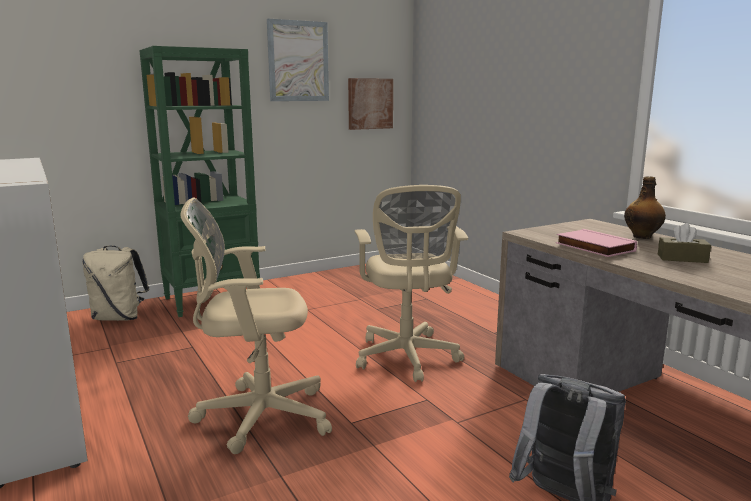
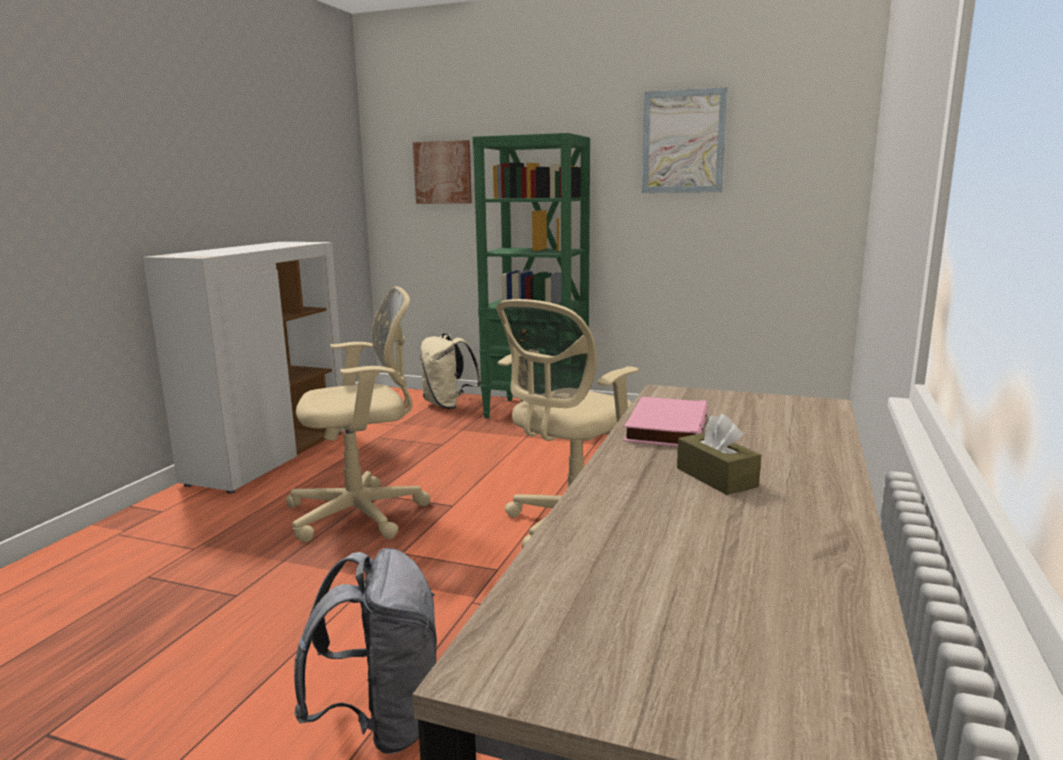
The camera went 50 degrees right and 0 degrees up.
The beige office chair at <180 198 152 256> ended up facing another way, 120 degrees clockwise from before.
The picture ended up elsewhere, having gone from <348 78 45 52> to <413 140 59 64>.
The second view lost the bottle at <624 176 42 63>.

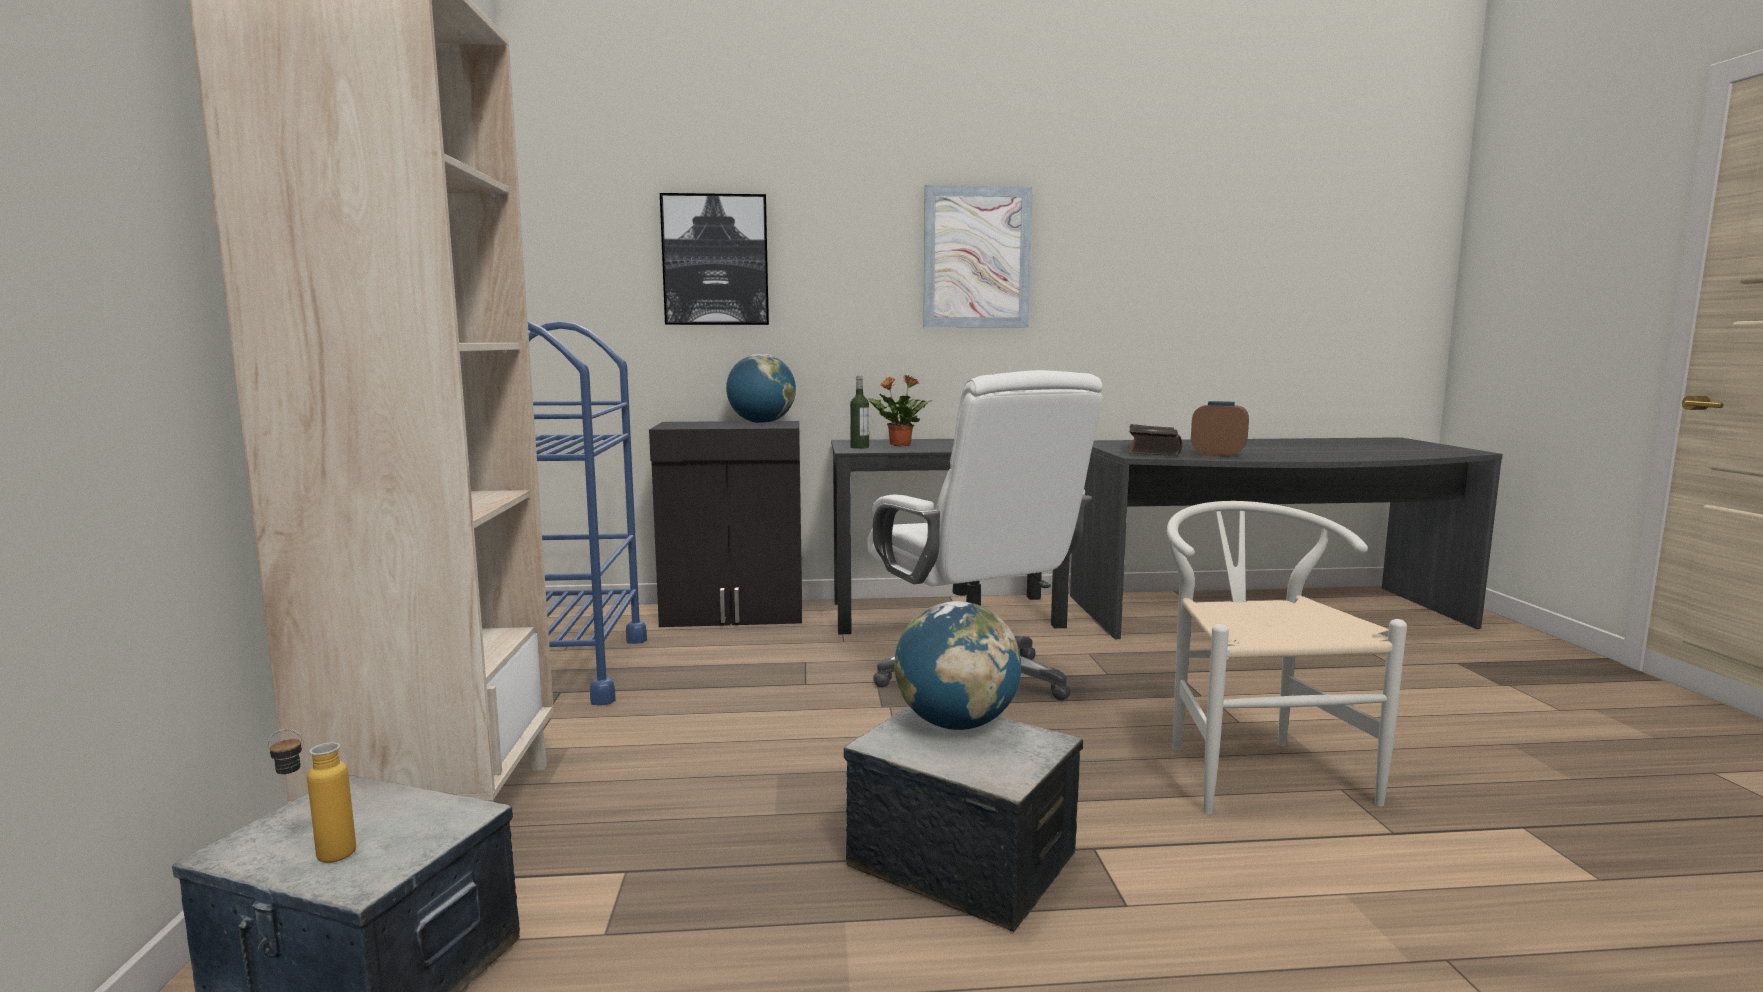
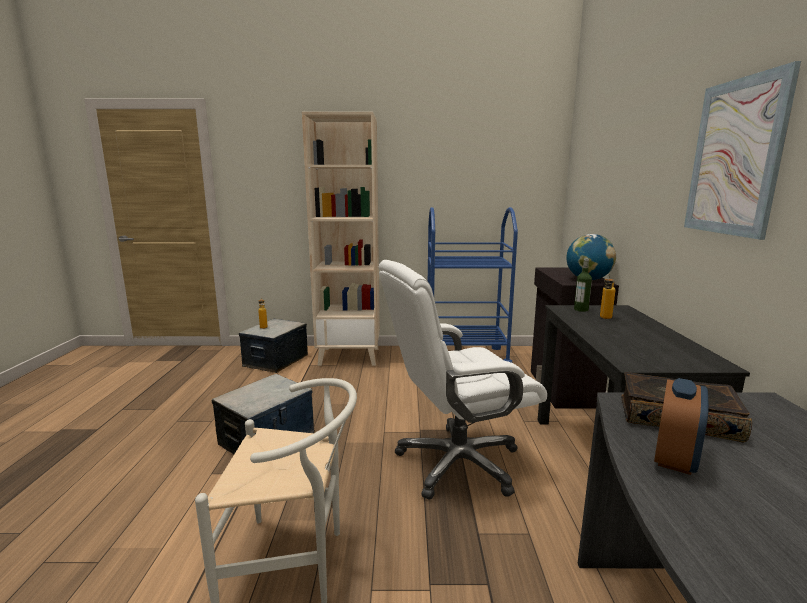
The camera went 95 degrees right and 5 degrees up.
The second view lost the picture at <660 193 109 132>.
Where the potted plant stood at <868 375 64 71>, the bottle came to stand at <600 274 15 45>.
The second view lost the globe at <894 601 127 129>.

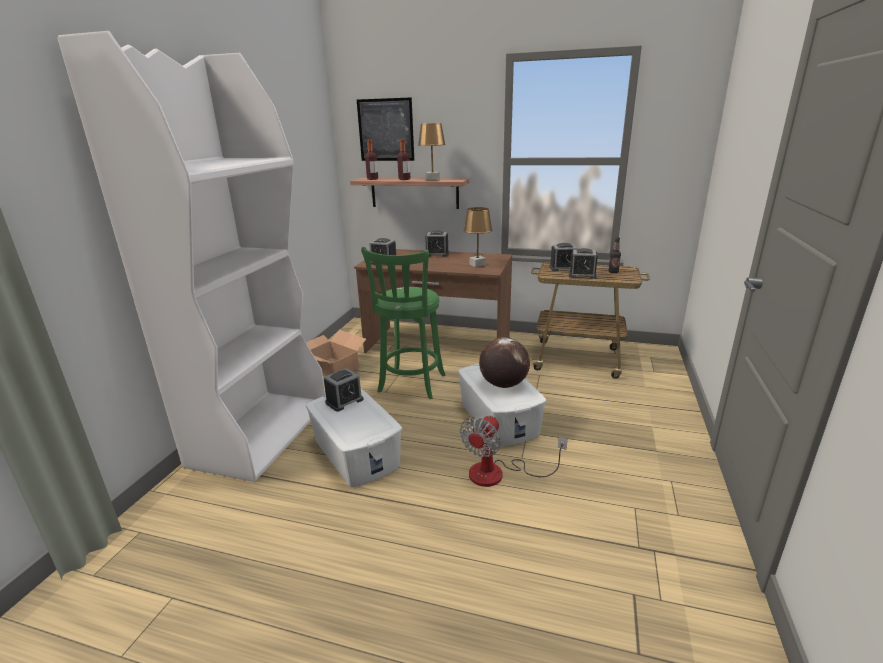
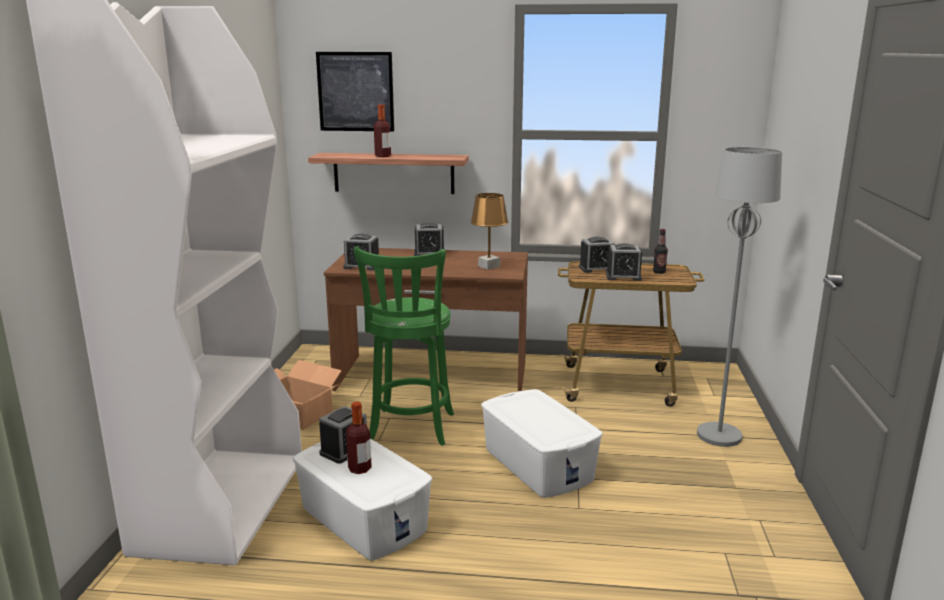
The camera went 10 degrees left and 5 degrees down.
The bottle ended up elsewhere, having gone from <365 140 13 40> to <346 402 26 72>.
The second view lost the brown table lamp at <418 123 27 58>.
The second view lost the fan at <460 415 107 72>.
The second view lost the globe at <479 337 51 51>.
The second view gained the grey floor lamp at <697 147 85 300>.

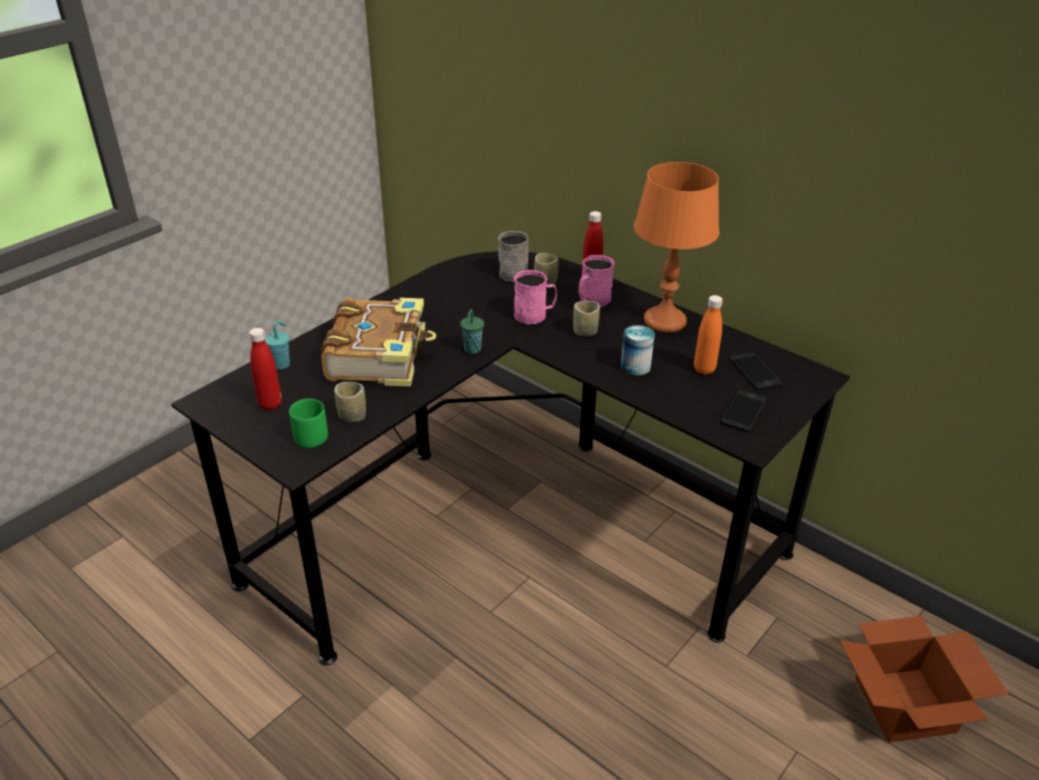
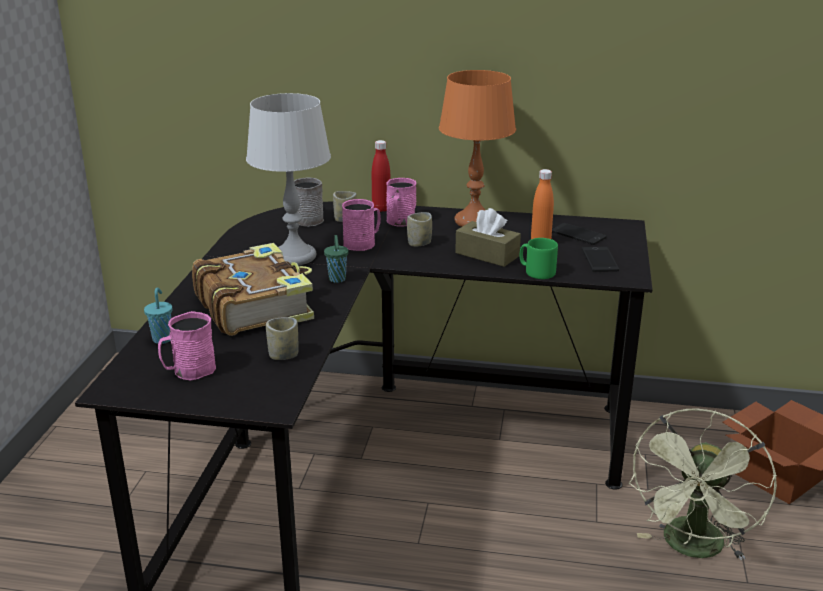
The camera went 30 degrees left and 10 degrees down.
Where the red bottle stood at <249 328 33 82>, the pink mug came to stand at <158 311 58 69>.
The green mug ended up elsewhere, having gone from <289 399 39 49> to <520 238 38 41>.
Where the can stood at <621 325 34 50>, the brown tissue box came to stand at <455 208 66 59>.
The second view gained the grey table lamp at <246 93 85 172>.
The second view gained the green fan at <629 408 148 152>.

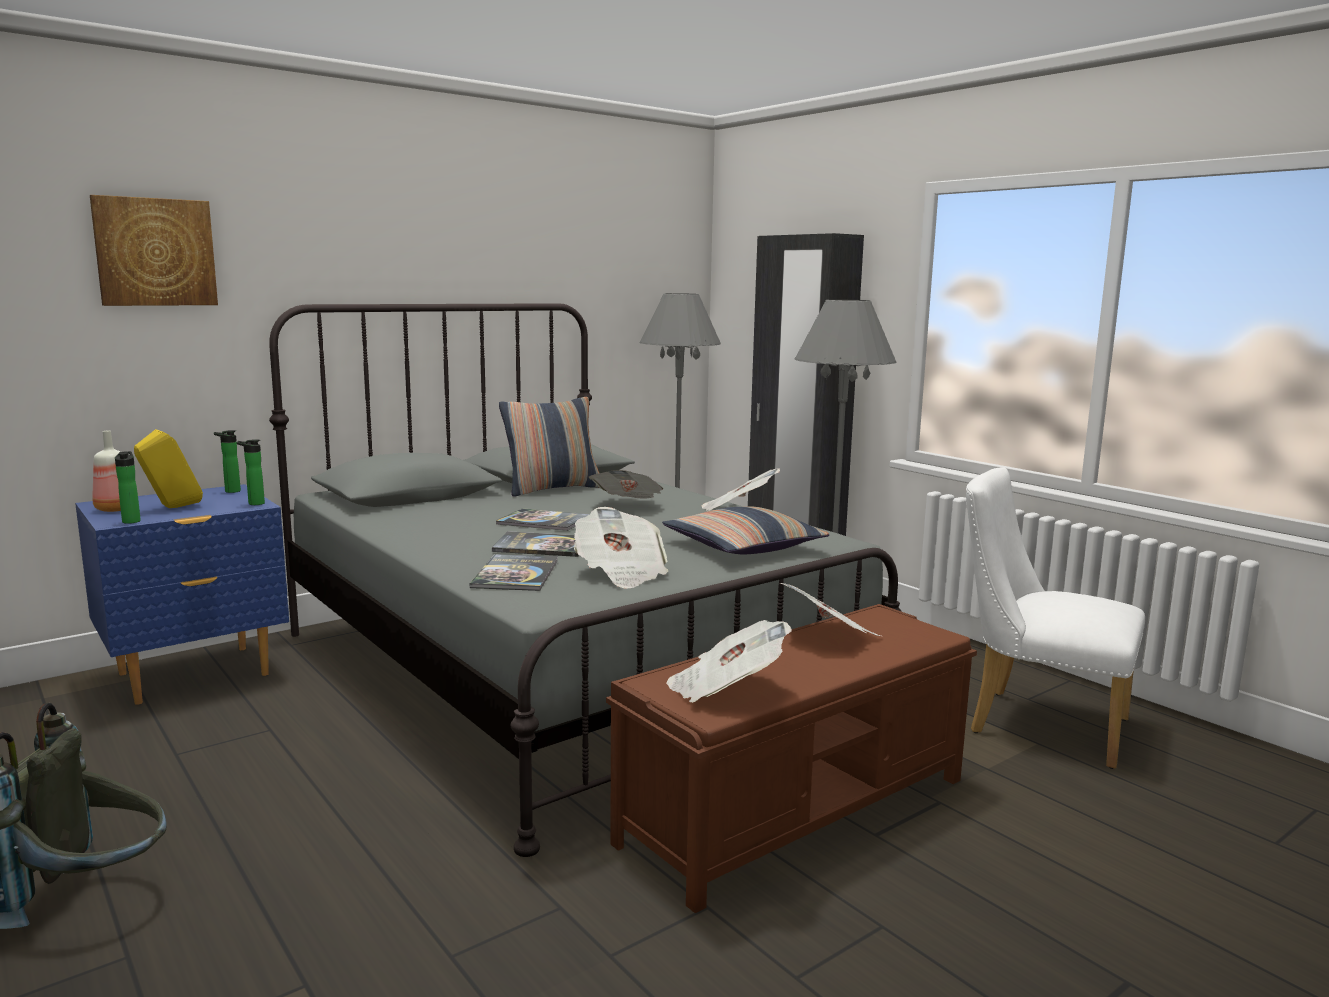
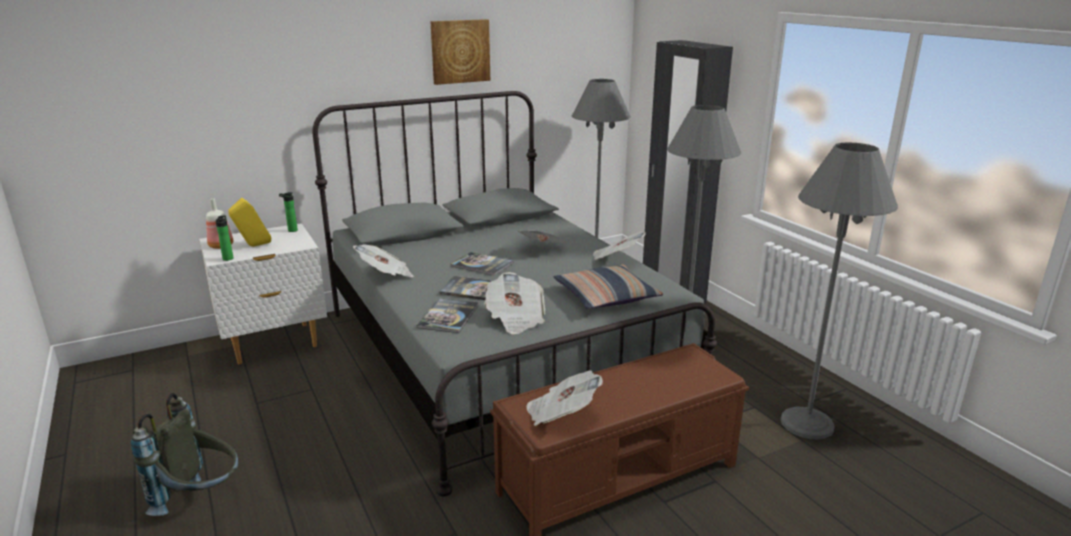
The camera went 10 degrees right and 10 degrees up.
What was the blue nightstand at <75 484 214 221> turned into the white nightstand at <199 223 128 141>.
The picture ended up elsewhere, having gone from <90 195 128 111> to <430 19 60 66>.
The second view lost the bottle at <237 439 28 66>.
The second view lost the pillow at <499 397 100 100>.
The newspaper ended up elsewhere, having gone from <780 583 101 53> to <353 245 61 32>.
Where the white chair stood at <966 467 179 302>, the grey floor lamp came to stand at <780 143 118 296>.

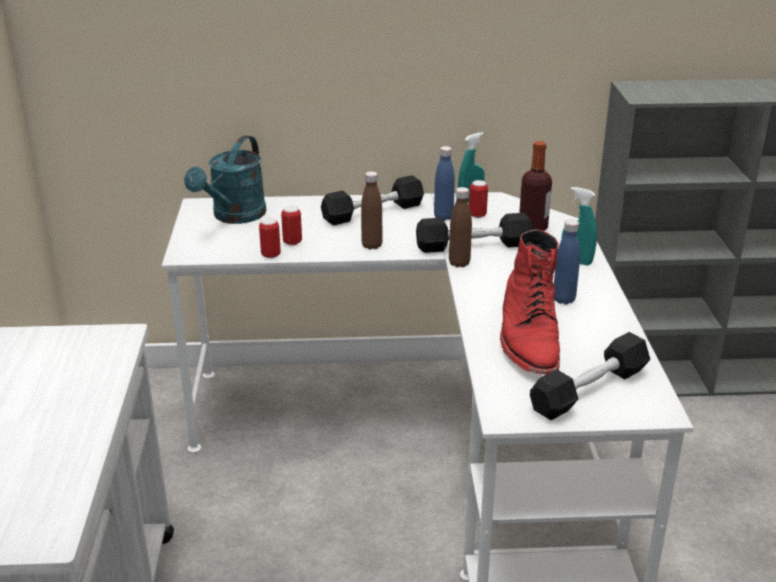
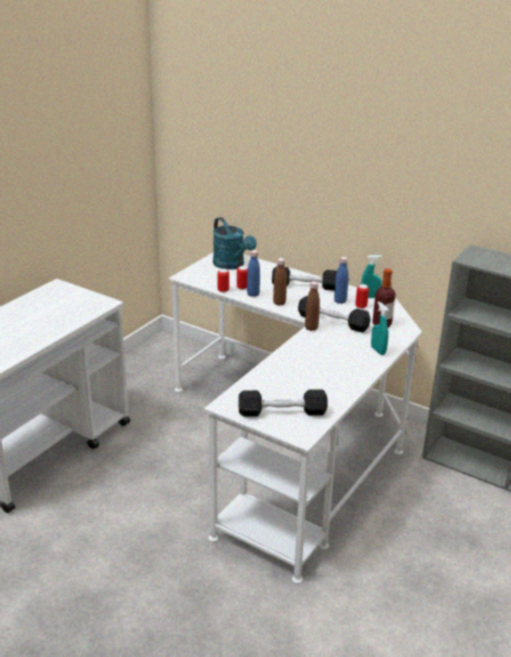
The camera went 35 degrees right and 0 degrees up.
The turquoise watering can at <184 135 82 89> ended up facing another way, 90 degrees counterclockwise from before.
The second view lost the red boot at <500 229 60 145>.
The blue bottle ended up elsewhere, having gone from <554 220 26 85> to <247 250 13 47>.

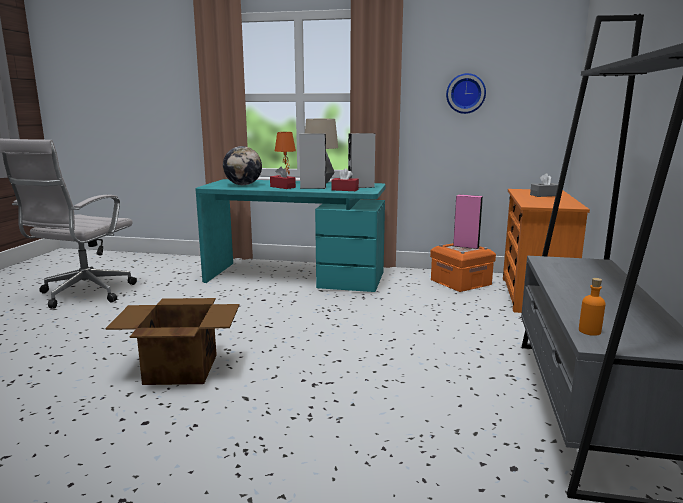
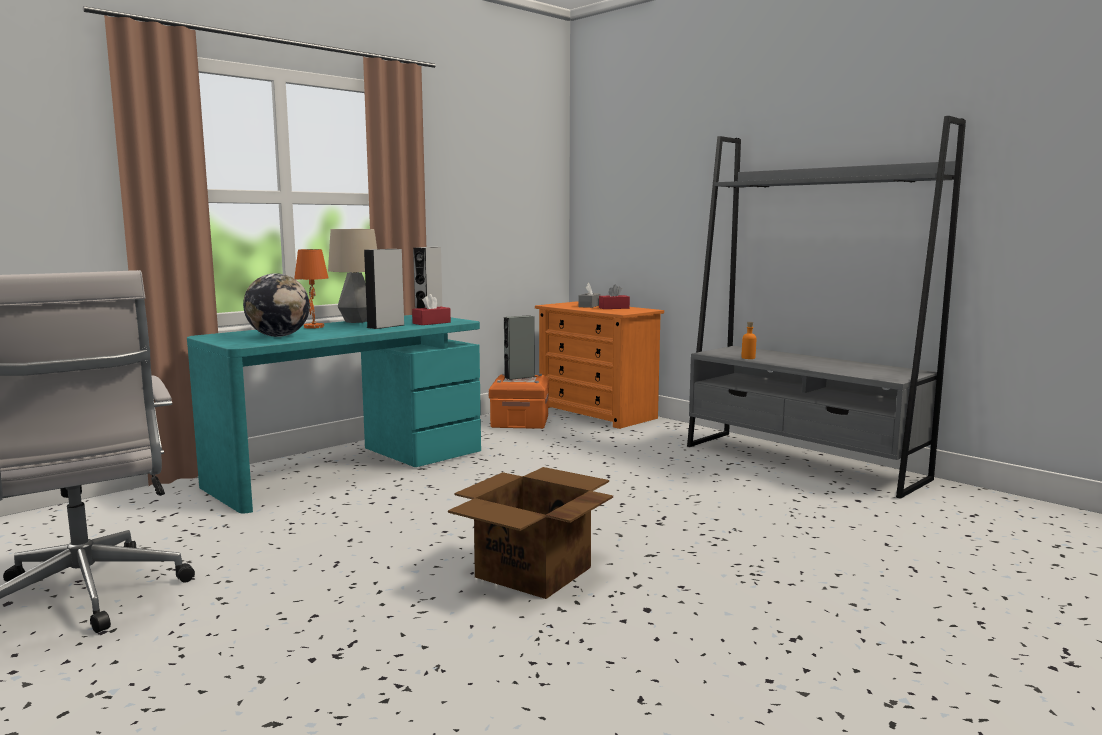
The camera went 55 degrees left and 5 degrees down.
The red tissue box ended up elsewhere, having gone from <270 167 26 22> to <599 285 31 24>.
The second view lost the wall clock at <446 73 40 41>.
What was the pink speaker at <453 195 30 54> turned into the grey speaker at <504 315 31 65>.
The orange bottle ended up elsewhere, having gone from <579 278 26 58> to <742 322 14 37>.

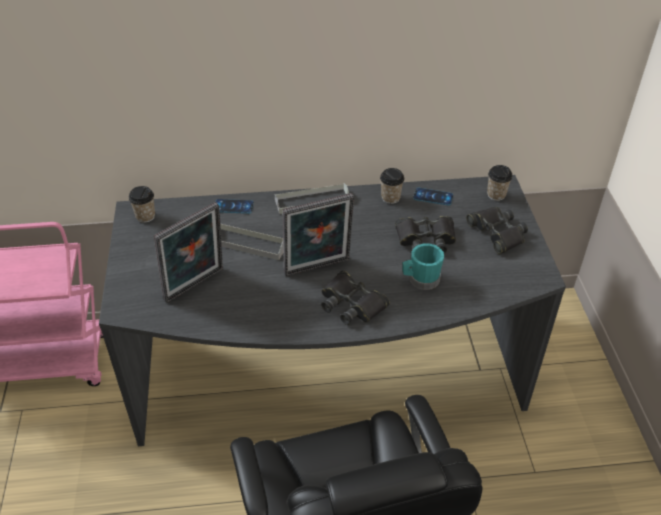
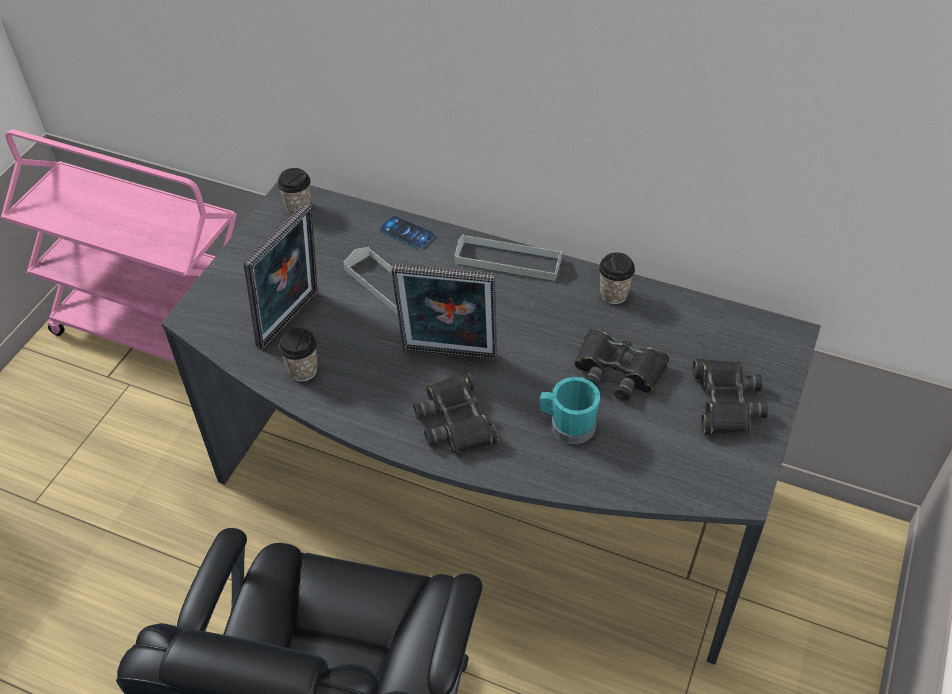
The camera went 30 degrees right and 5 degrees up.
The picture frame at <154 202 69 101> ended up facing another way, 45 degrees counterclockwise from before.
The second view lost the phone at <413 188 40 17>.
The cup ended up elsewhere, having gone from <487 165 26 36> to <278 328 40 54>.

